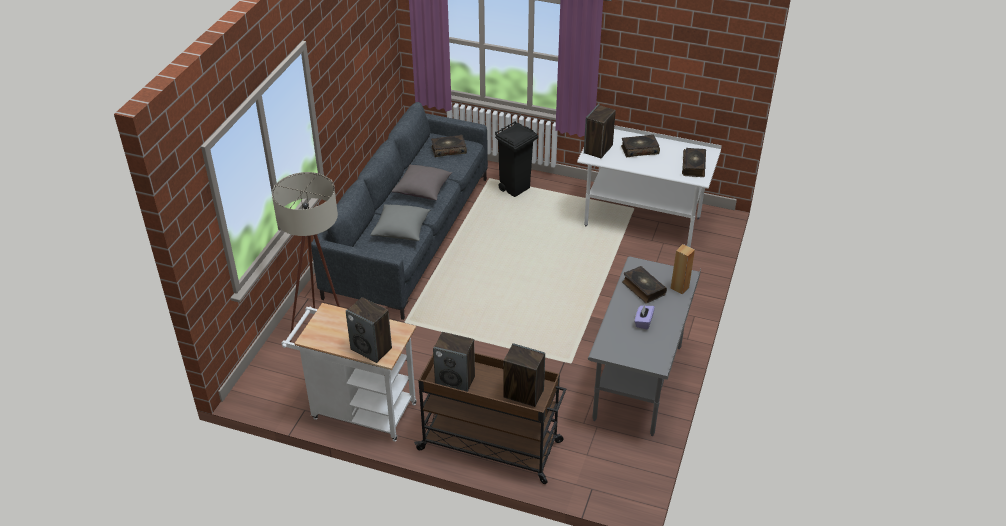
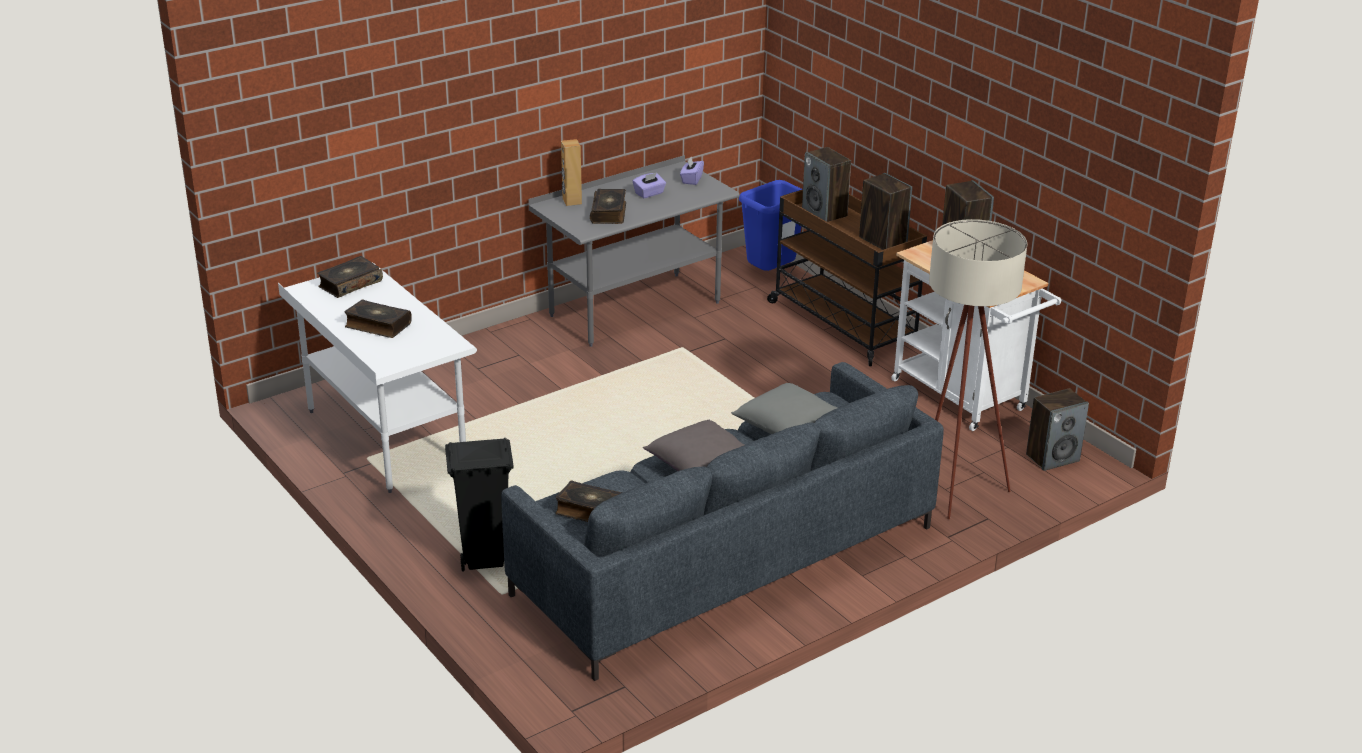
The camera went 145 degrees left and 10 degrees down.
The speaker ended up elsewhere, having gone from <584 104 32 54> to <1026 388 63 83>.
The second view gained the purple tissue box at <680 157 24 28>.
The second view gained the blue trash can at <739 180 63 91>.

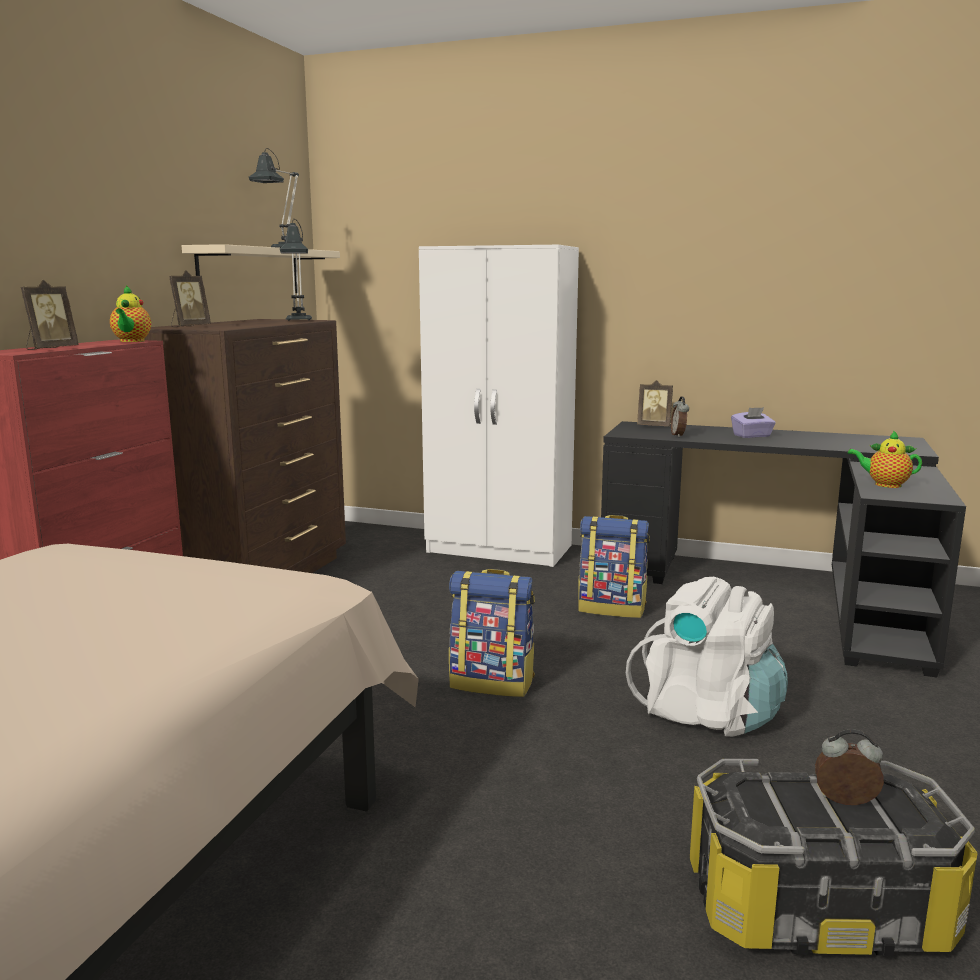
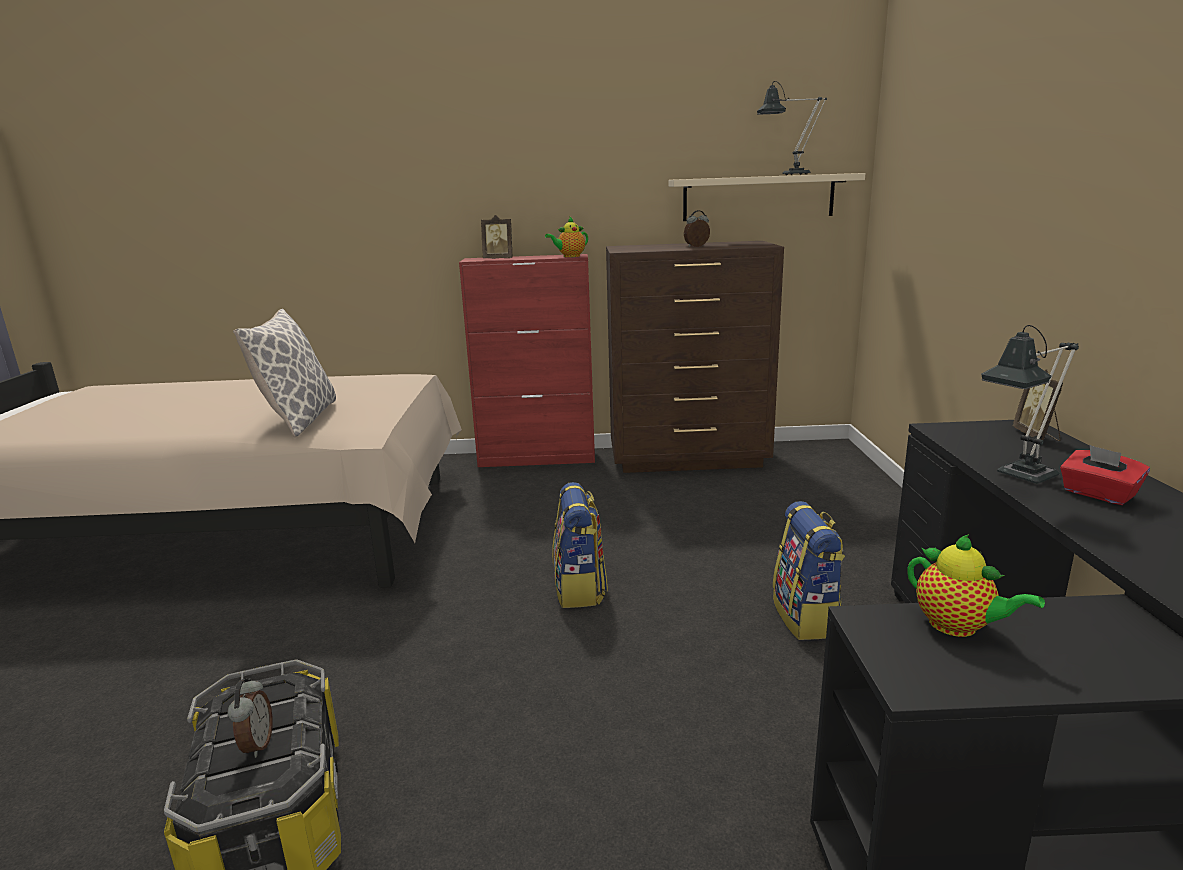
The camera went 70 degrees right and 5 degrees up.
The second view lost the picture frame at <169 270 42 57>.
The table lamp ended up elsewhere, having gone from <280 219 32 102> to <981 325 98 159>.
The second view lost the white wardrobe at <419 245 160 322>.
The second view lost the white backpack at <626 577 162 160>.
The alarm clock ended up elsewhere, having gone from <671 397 18 40> to <684 210 26 37>.
What was the purple tissue box at <731 407 45 31> turned into the red tissue box at <1060 445 90 60>.
The teapot at <848 430 74 58> ended up facing another way, 135 degrees clockwise from before.
The second view gained the pillow at <233 309 103 128>.

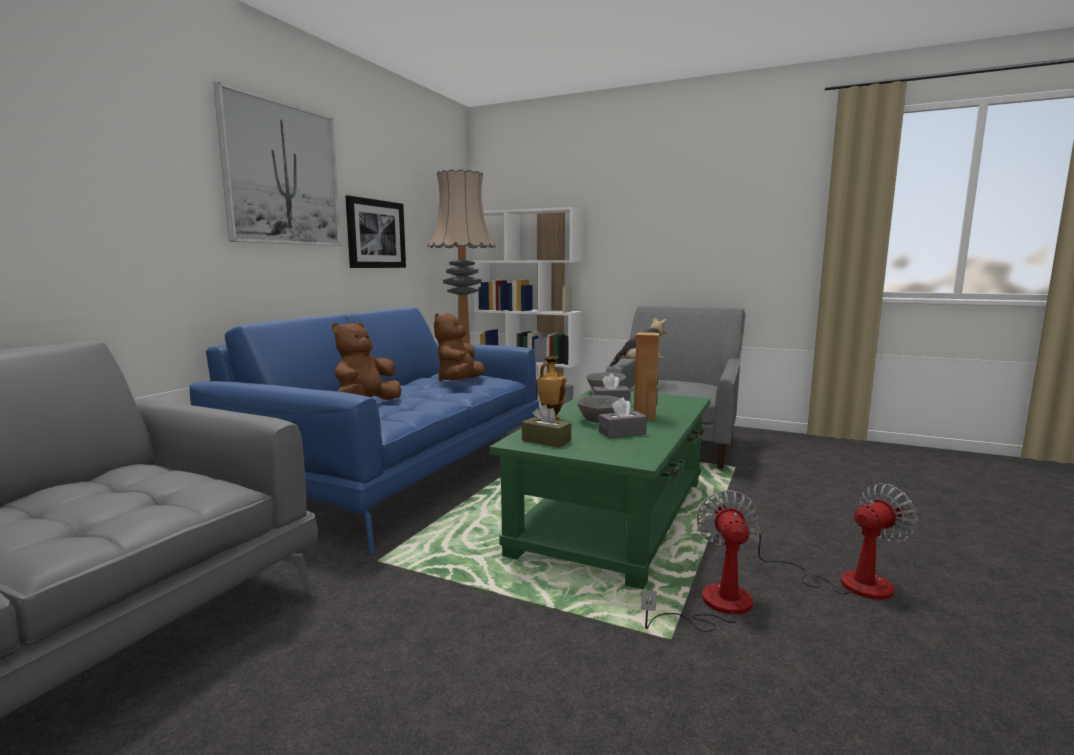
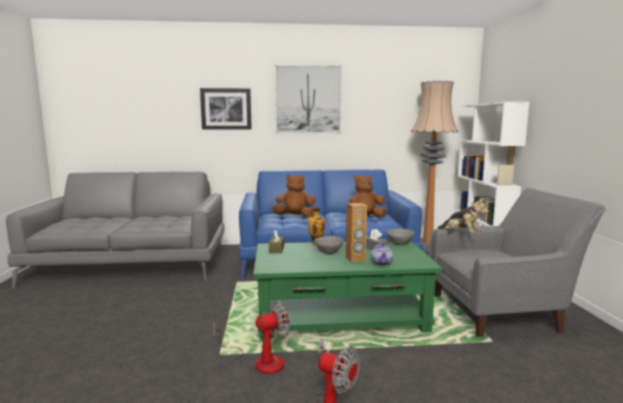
The camera went 60 degrees right and 0 degrees up.
The picture ended up elsewhere, having gone from <346 195 60 73> to <200 88 52 42>.
The second view lost the grey tissue box at <598 397 49 41>.
The second view gained the teapot at <371 243 22 23>.

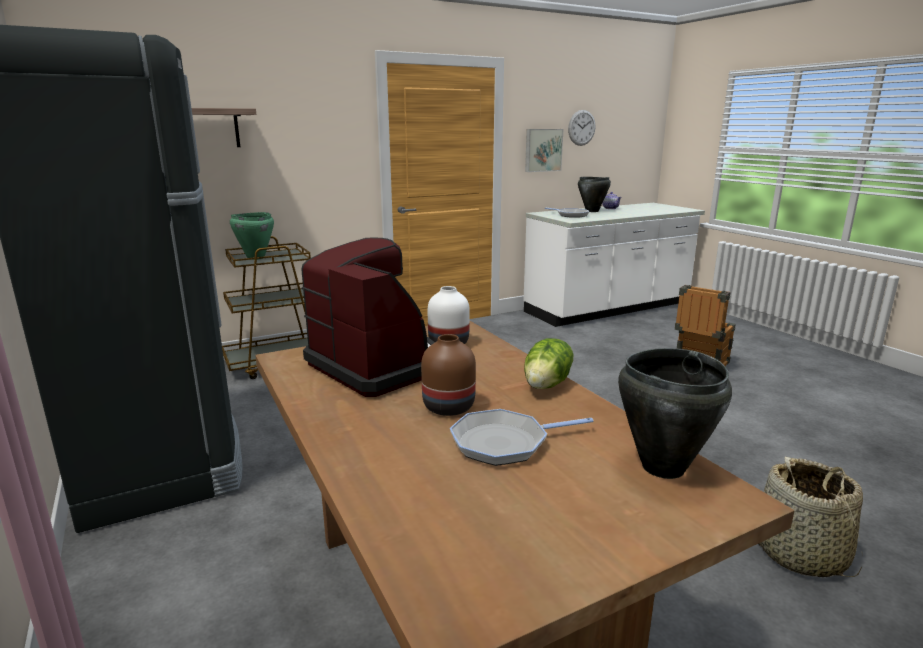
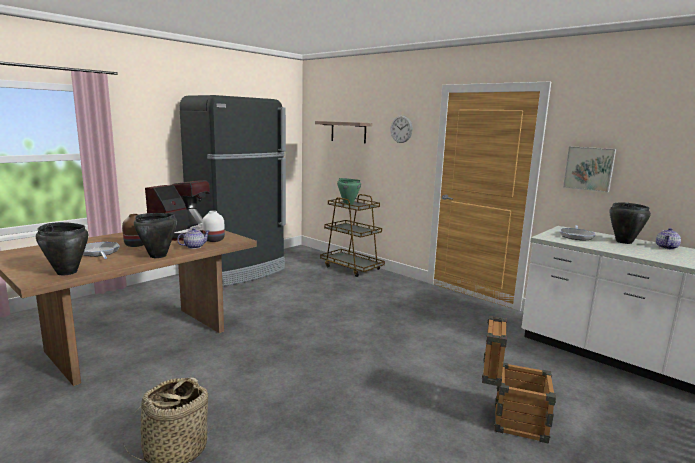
The camera went 70 degrees right and 5 degrees down.
Where the lettuce stood at <524 338 49 51>, the black cooking pot came to stand at <134 213 43 45>.
The wall clock ended up elsewhere, having gone from <568 110 27 36> to <390 115 23 28>.
The second view gained the teapot at <177 228 33 21>.

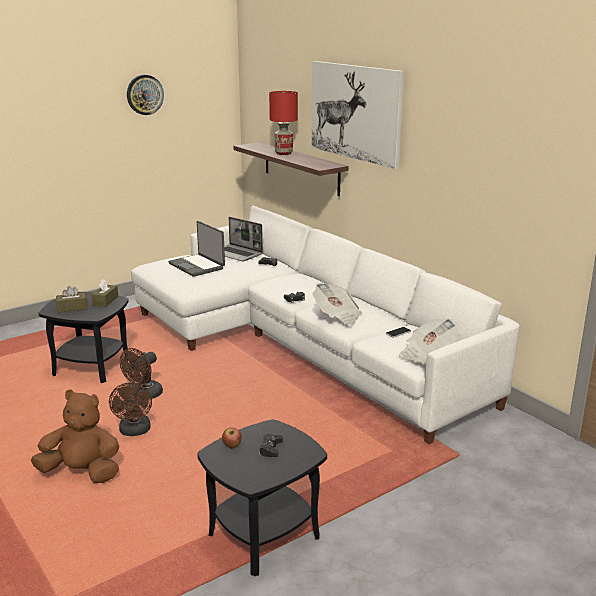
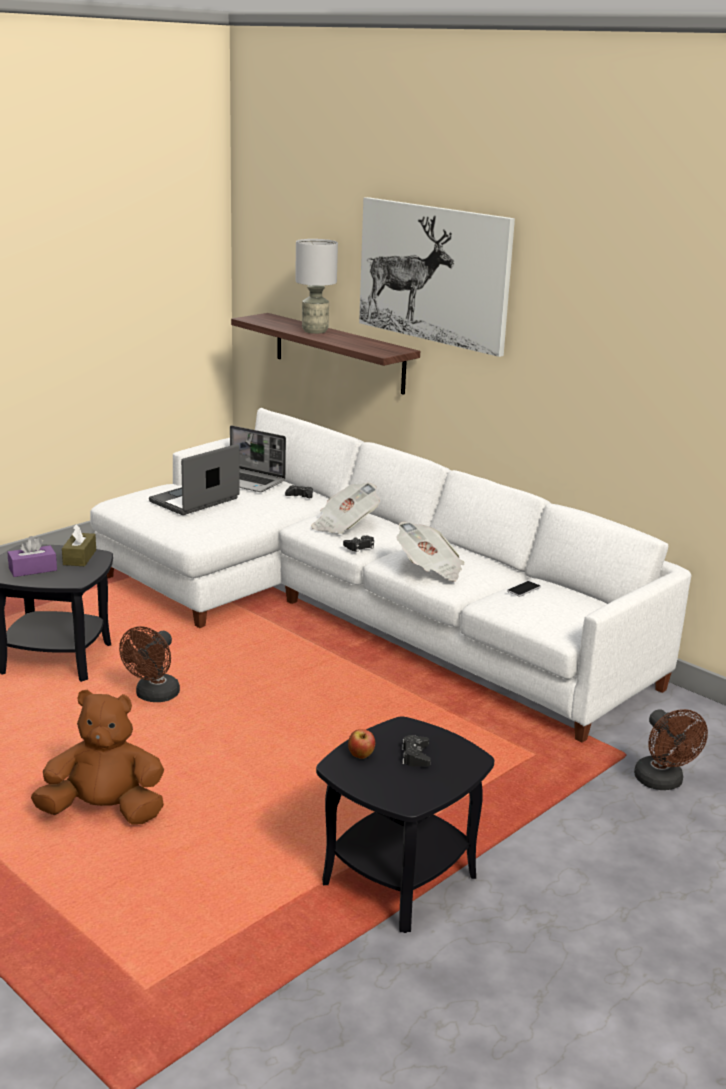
The camera went 10 degrees left and 0 degrees up.
What was the brown tissue box at <56 286 31 26> turned into the purple tissue box at <8 536 49 41>.
The brown fan ended up elsewhere, having gone from <109 382 43 54> to <634 709 74 81>.
The second view lost the wall clock at <127 75 37 40>.
The laptop at <169 221 56 56> ended up facing another way, 90 degrees clockwise from before.
What was the red table lamp at <269 91 29 64> turned into the grey table lamp at <295 239 43 95>.
The newspaper ended up elsewhere, having gone from <399 319 60 45> to <311 483 69 51>.

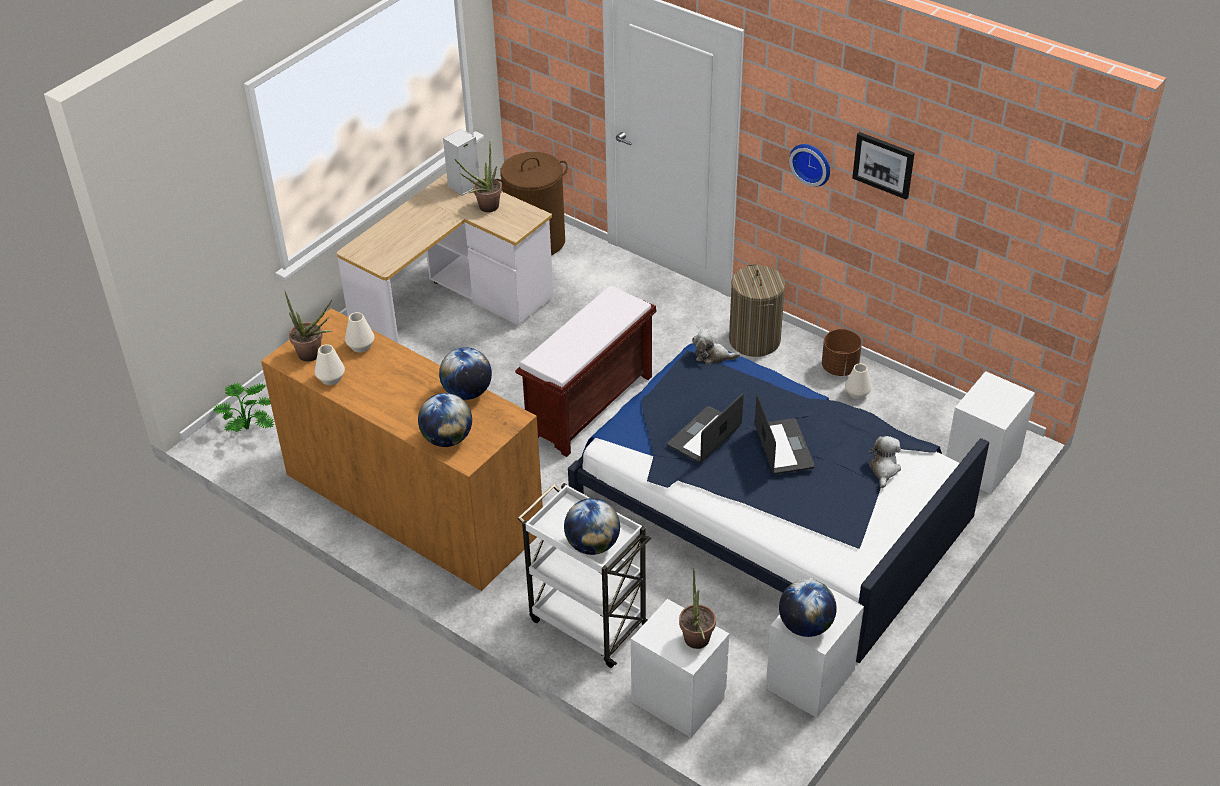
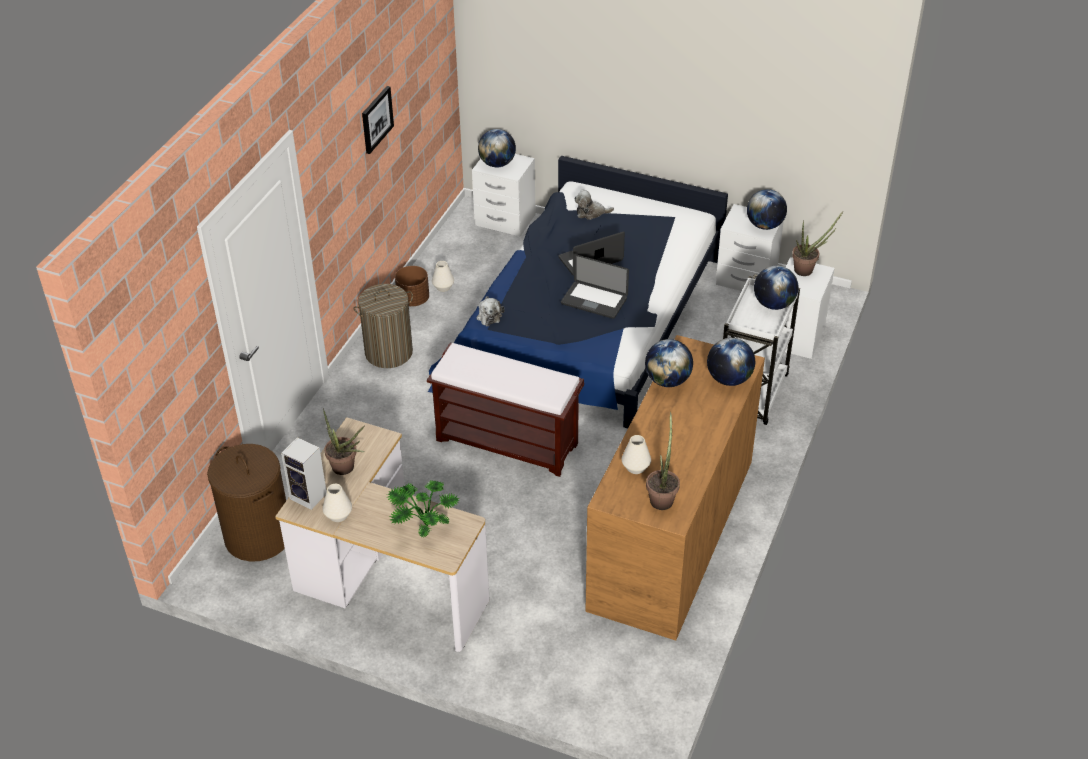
The camera went 105 degrees left and 0 degrees up.
The potted plant ended up elsewhere, having gone from <213 383 61 49> to <387 480 72 58>.
The white vase ended up elsewhere, having gone from <315 344 30 41> to <323 484 29 38>.
The second view lost the wall clock at <789 144 41 43>.
The second view gained the globe at <478 129 38 38>.

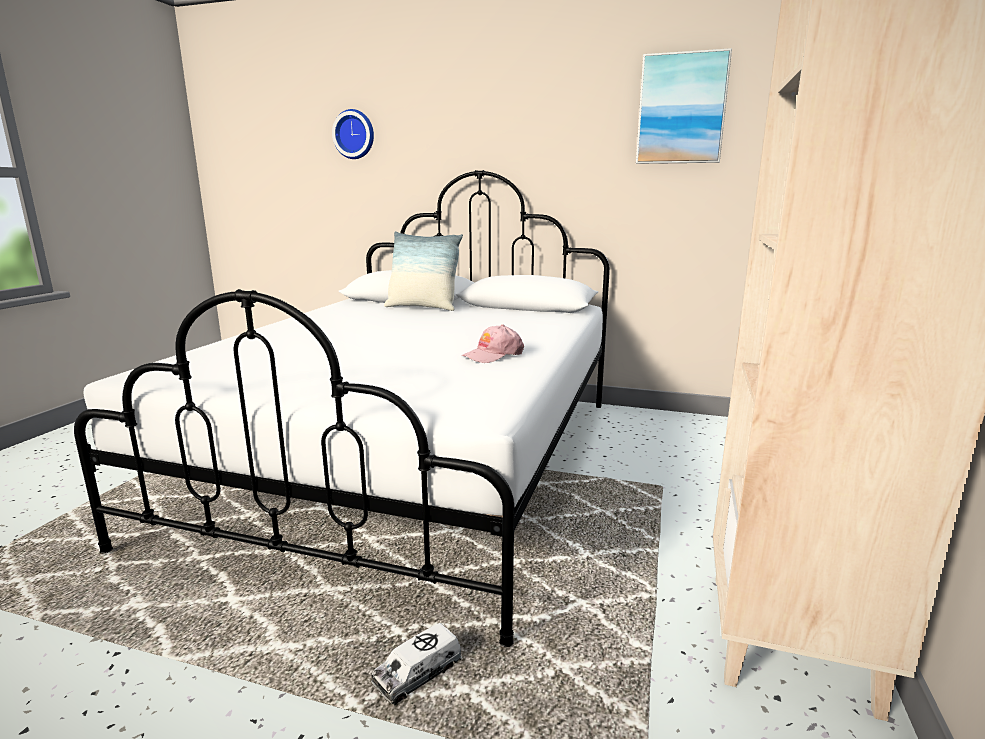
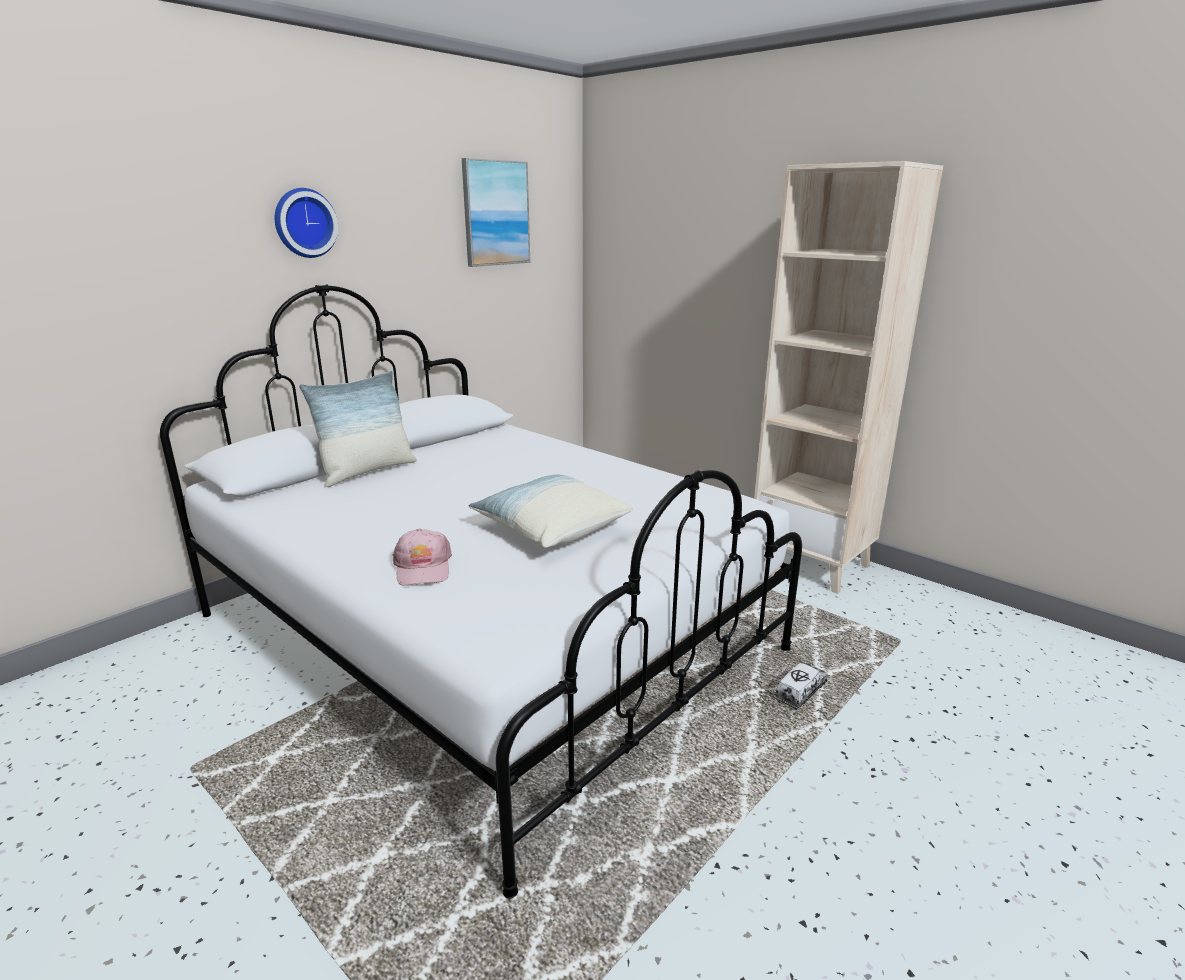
The camera went 65 degrees left and 5 degrees up.
The wall clock ended up elsewhere, having gone from <332 109 42 50> to <275 188 63 70>.
The toy truck at <371 623 91 82> ended up facing another way, 120 degrees counterclockwise from before.
The pink cap ended up elsewhere, having gone from <461 325 63 38> to <393 528 59 58>.
The second view gained the pillow at <469 475 164 73>.

